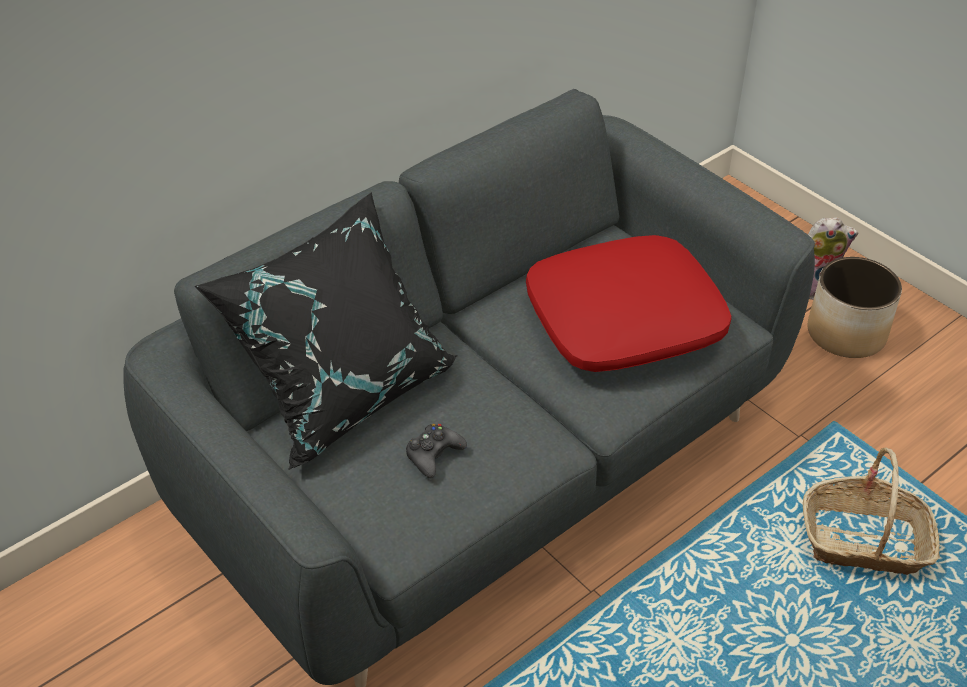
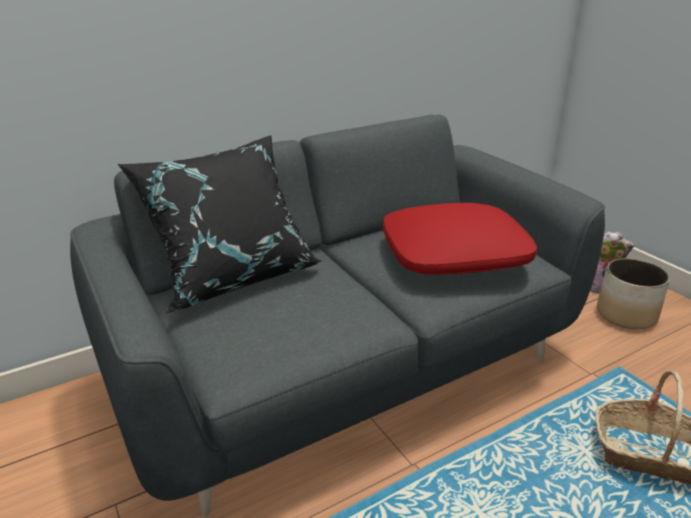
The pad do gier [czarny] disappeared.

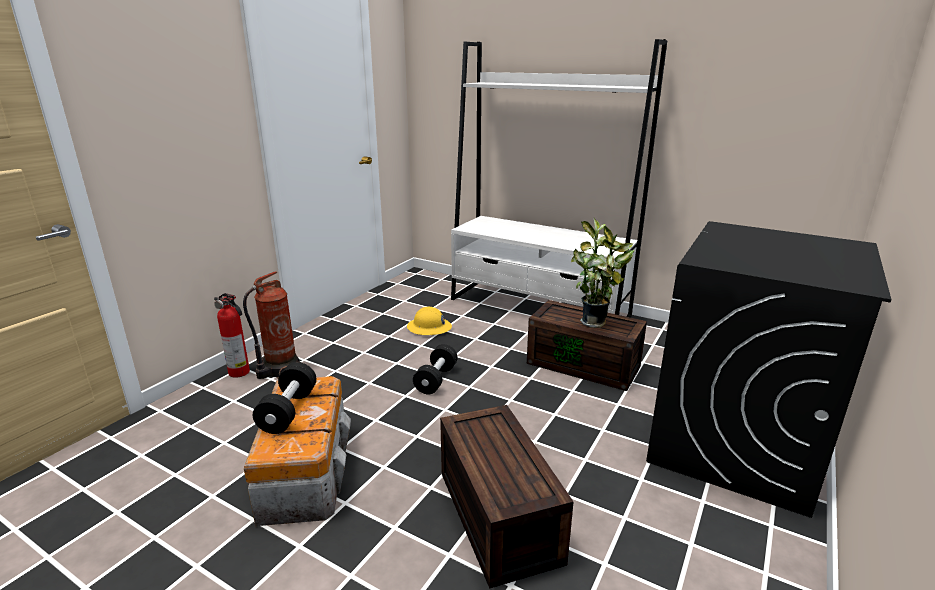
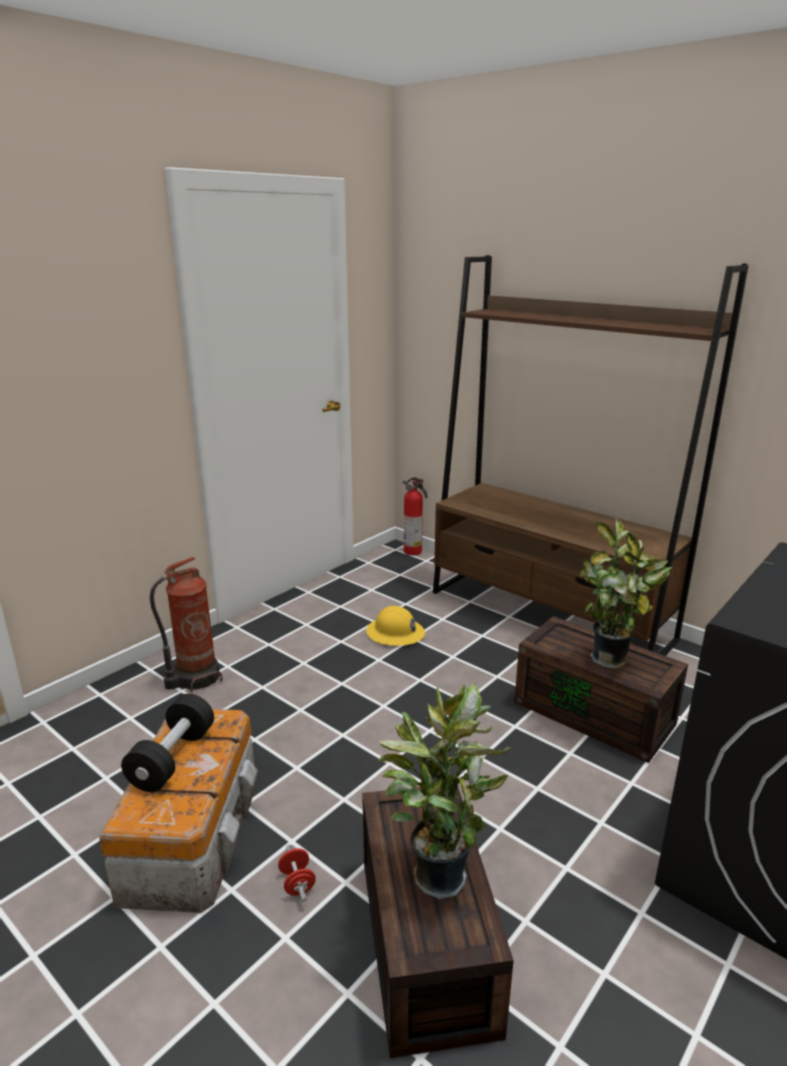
The hantel [czerwony] appeared.
The roślina doniczkowa (1st from left) appeared.
The gaśnica (1st from left in the first image) moved.
The regał [biały] became the regał [brązowy].
The hantel [czarny] (2nd from left) disappeared.

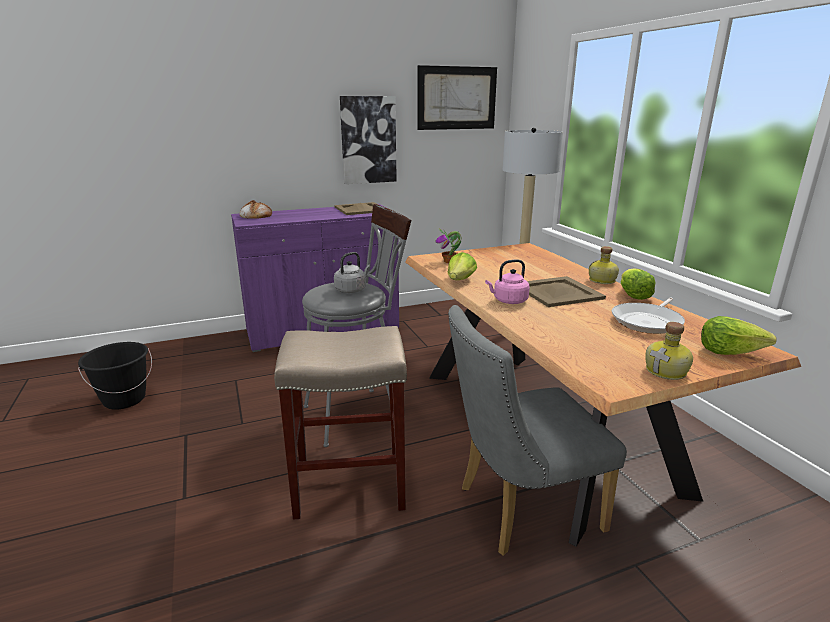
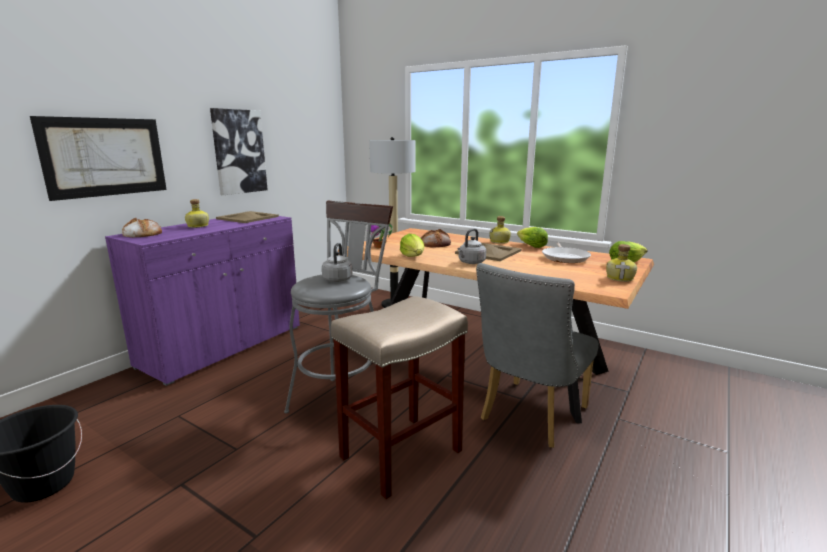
The obraz (2nd from left in the first image) moved.
The butelka (1st from left) appeared.
The chleb (2nd from left) appeared.
The czajnik [różowy] became the czajnik [szary] (2nd from left).

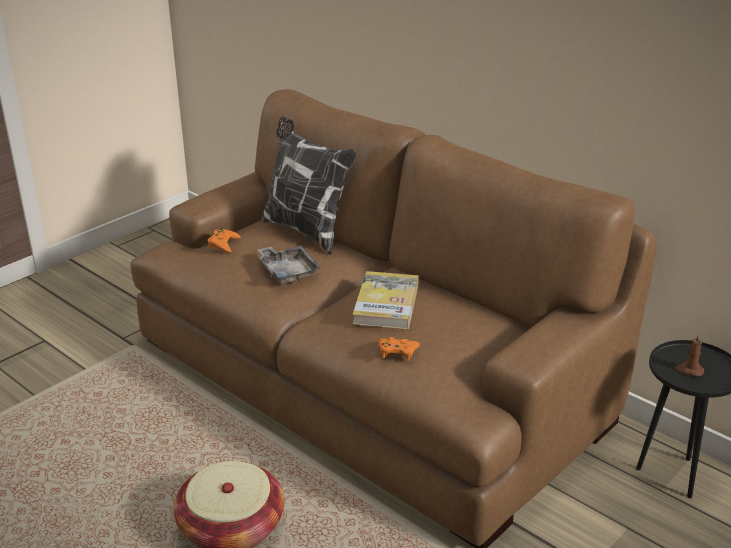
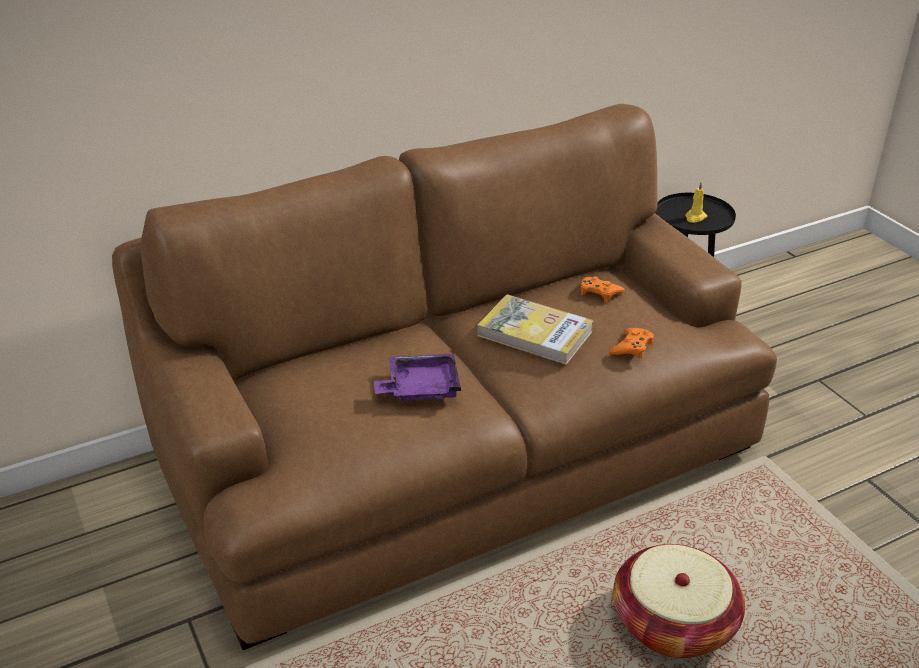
The taca [szary] became the taca [fioletowy].
The pad do gier [pomarańczowy] (1st from left) moved.
The świeca [brązowy] became the świeca [żółty].
The poduszka disappeared.

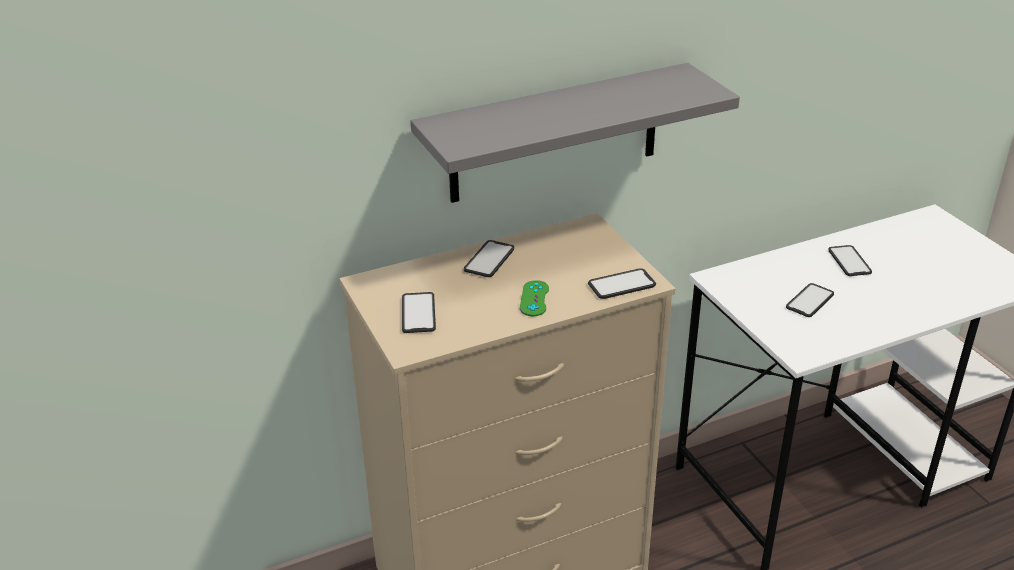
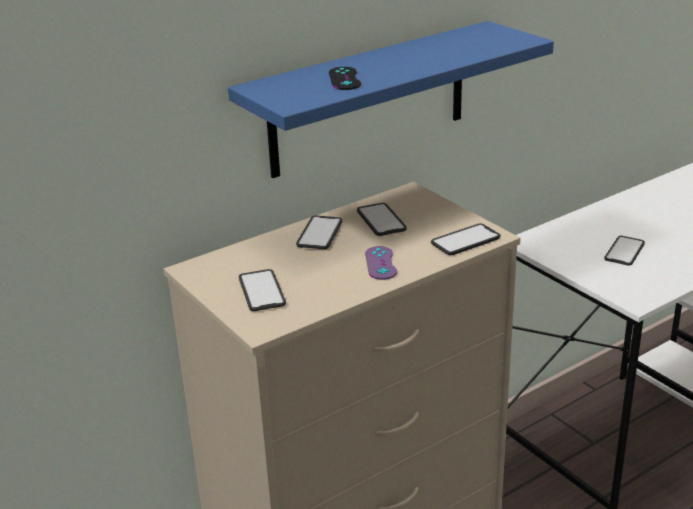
The półka [szary] became the półka [niebieski].
The pad do gier [czarny] appeared.
The telefon (5th from left in the first image) moved.
The pad do gier [zielony] became the pad do gier [fioletowy].

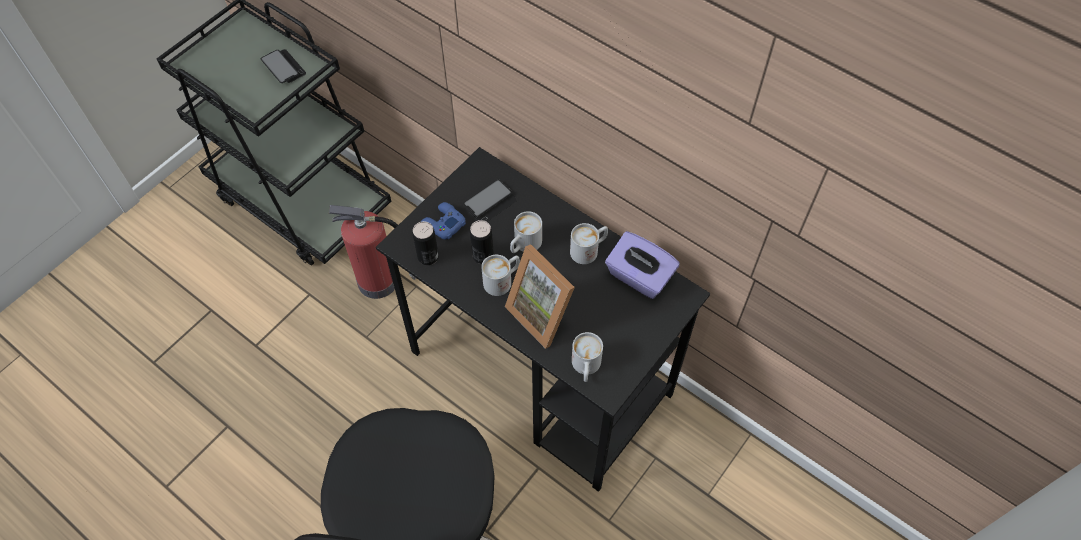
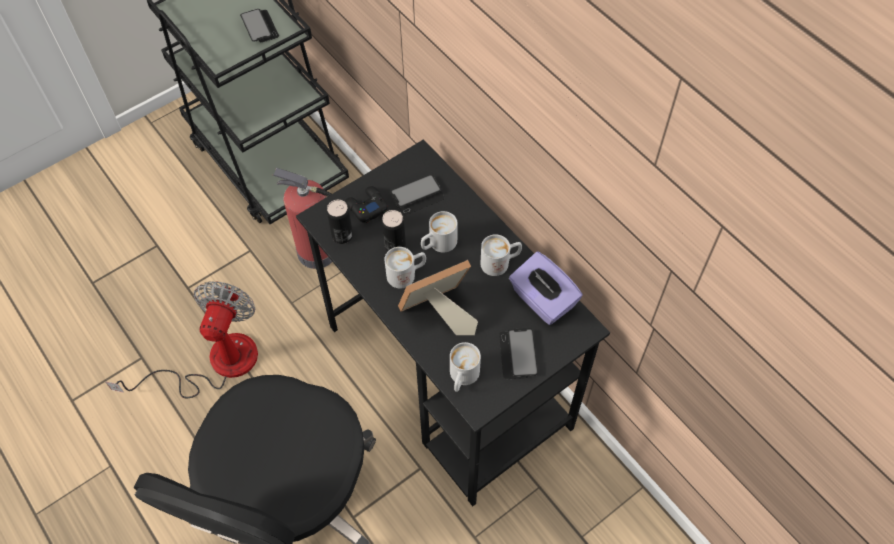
The wentylator appeared.
The pad do gier [niebieski] became the pad do gier [czarny].
The ramka na zdjęcie turned 90 degrees clockwise.
The telefon (3rd from left) appeared.

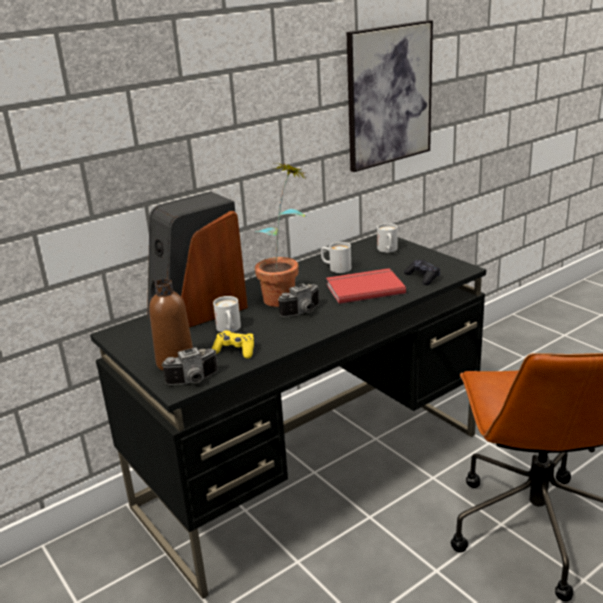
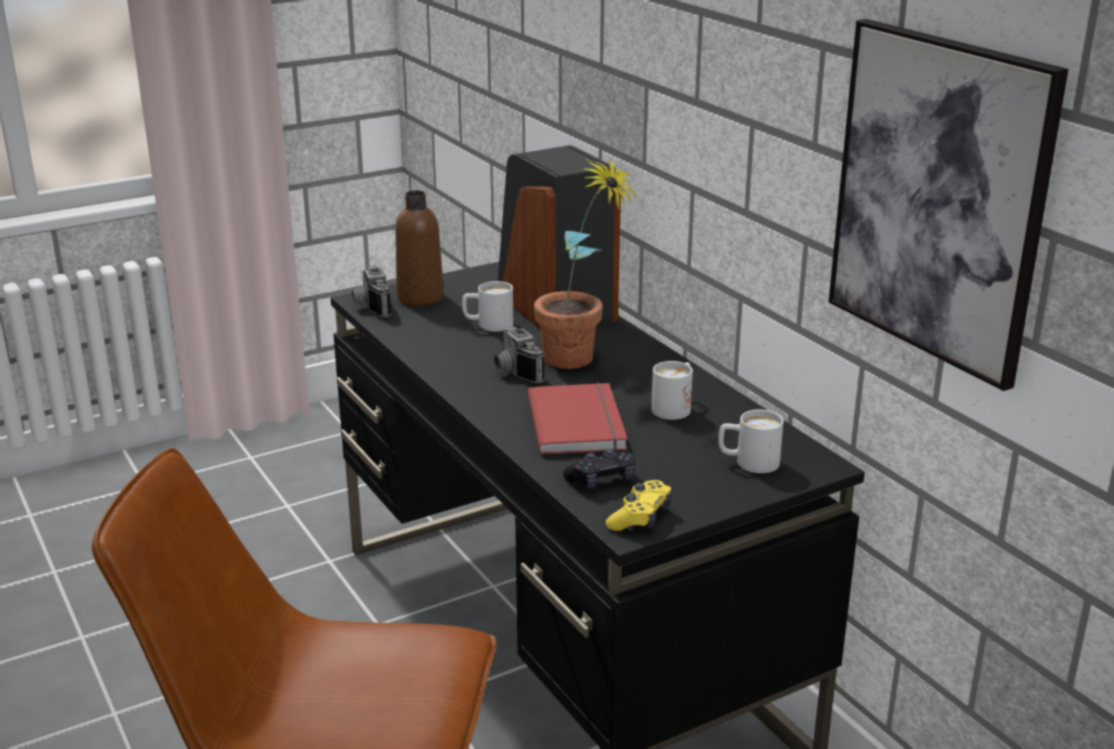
The pad do gier [żółty] moved.

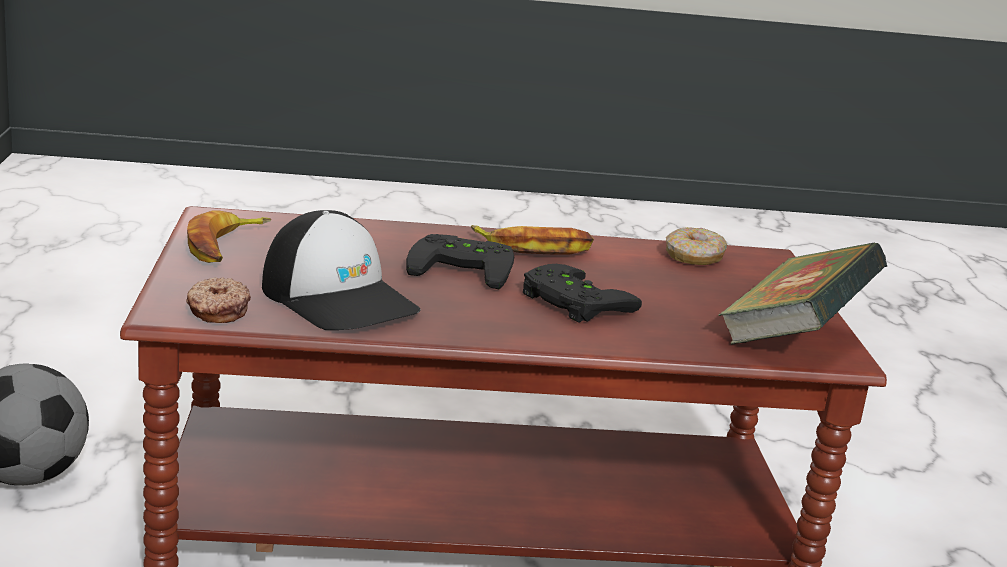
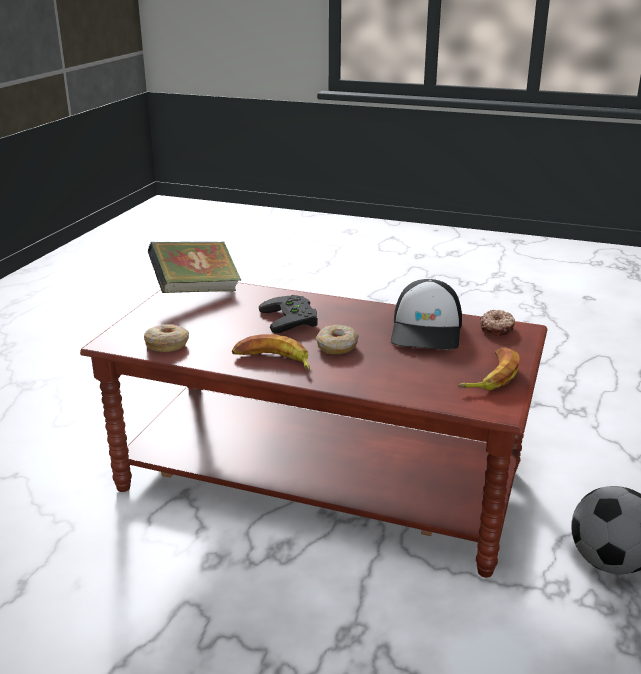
The pad do gier [czarny] (1st from left) was replaced by the donut (2nd from left).
The czapka z daszkiem turned 150 degrees counterclockwise.

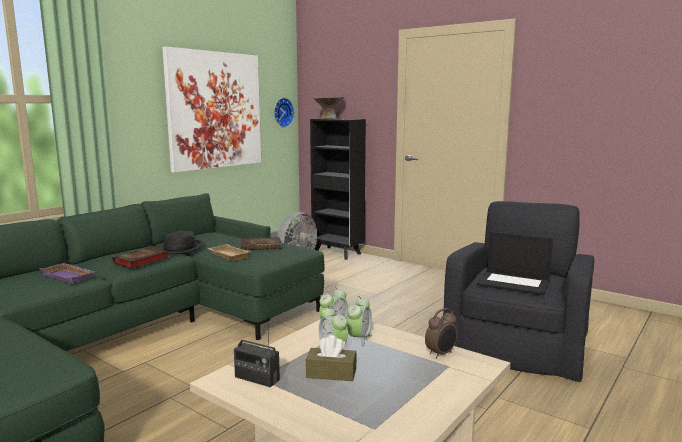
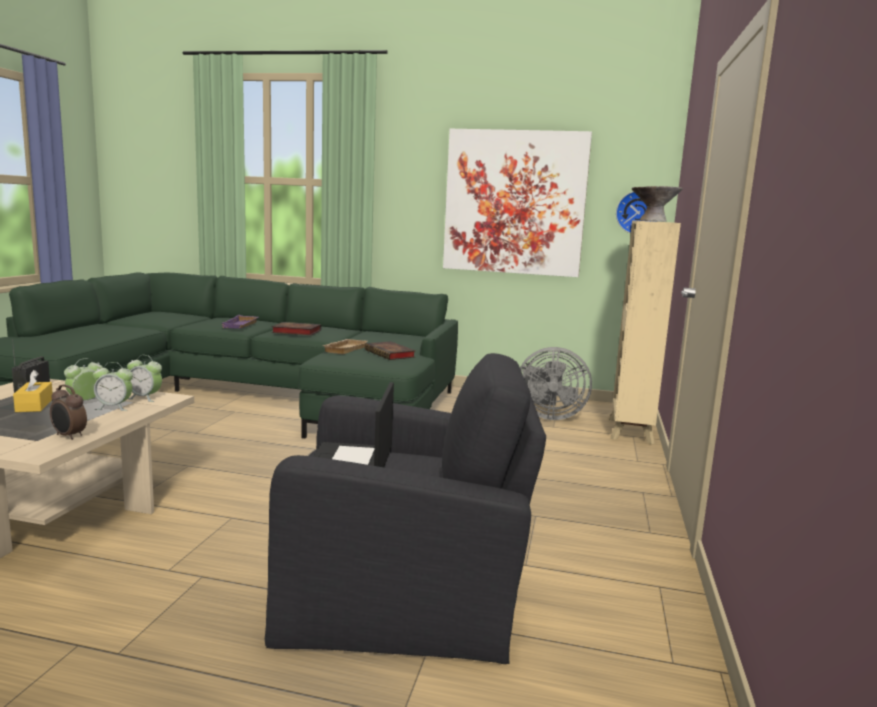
The pudełko chusteczek [brązowy] became the pudełko chusteczek [żółty].
The regał [czarny] became the regał [beżowy].
The kapelusz [czarny] disappeared.

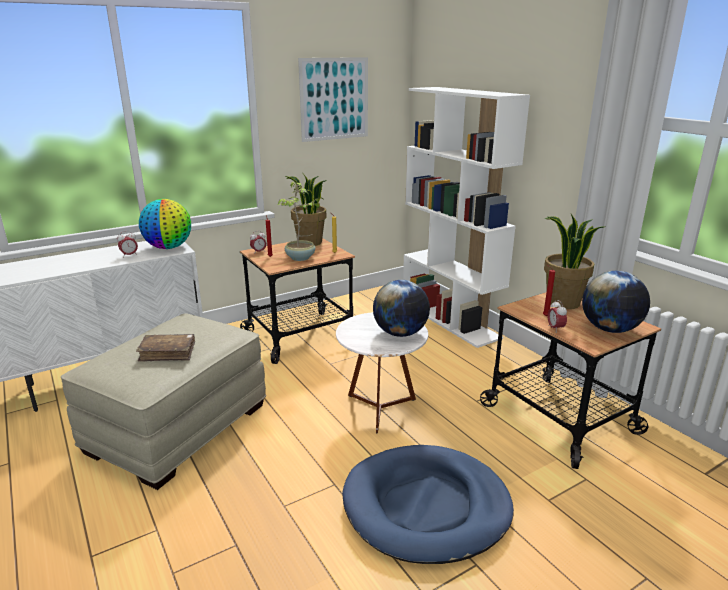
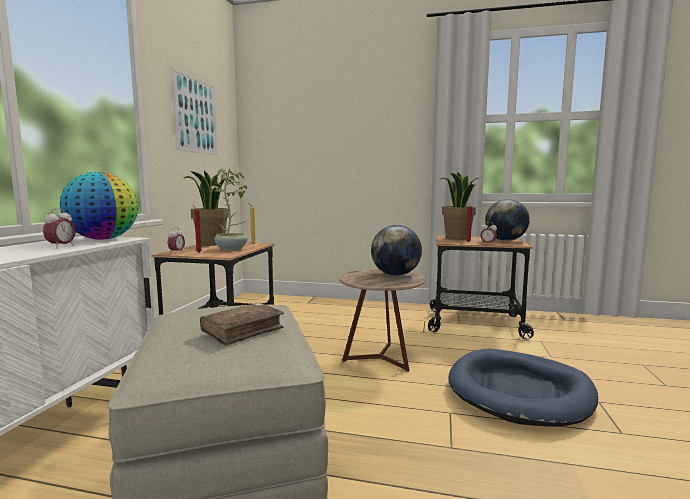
The stolik [biały] became the stolik [brązowy].
The regał [biały] disappeared.

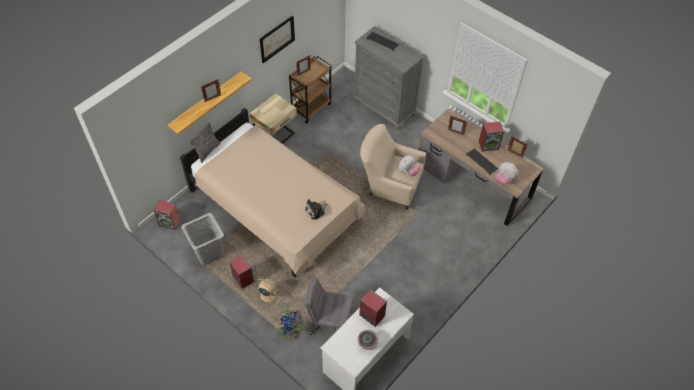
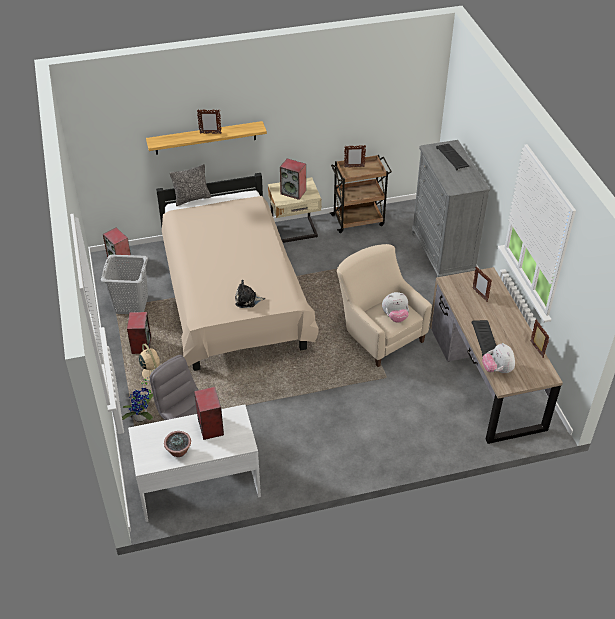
The głośnik (4th from left) moved.
The obraz disappeared.

